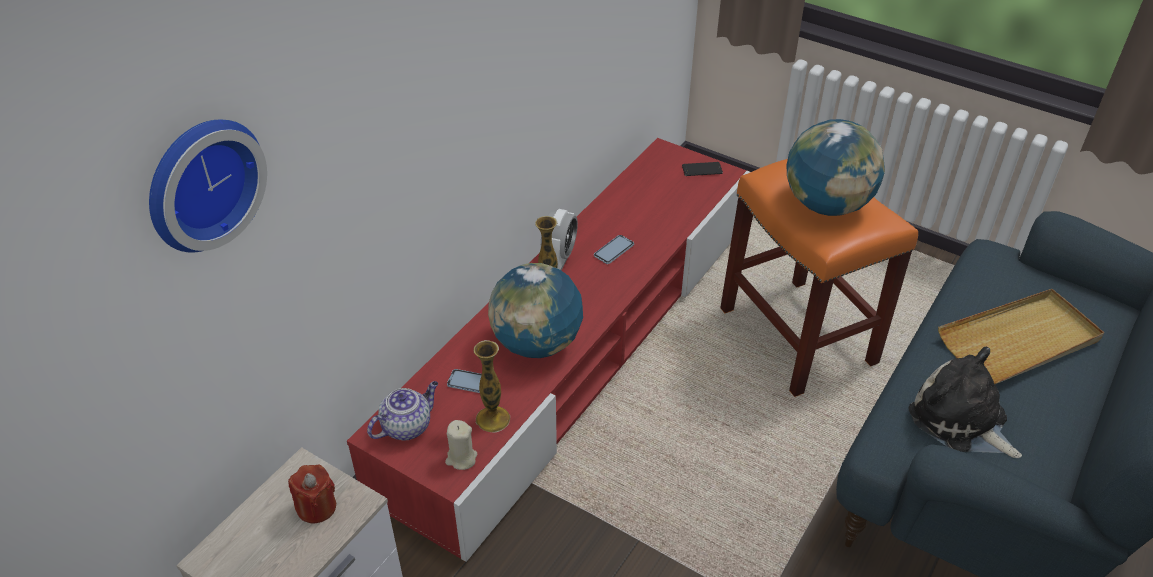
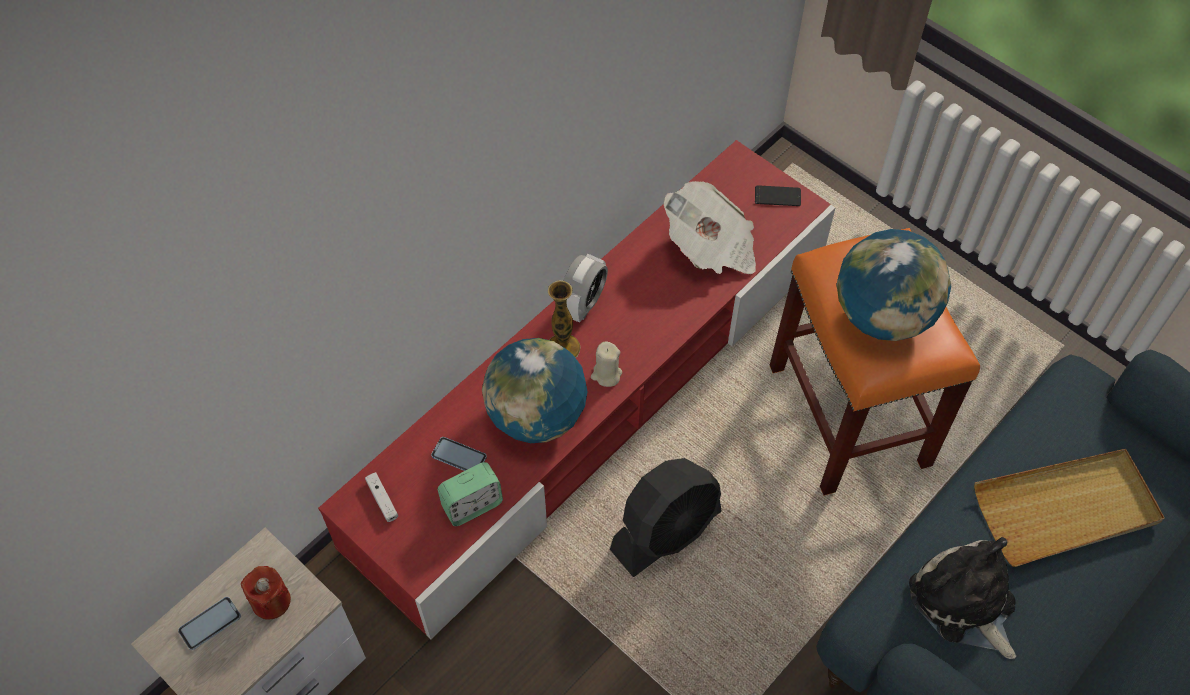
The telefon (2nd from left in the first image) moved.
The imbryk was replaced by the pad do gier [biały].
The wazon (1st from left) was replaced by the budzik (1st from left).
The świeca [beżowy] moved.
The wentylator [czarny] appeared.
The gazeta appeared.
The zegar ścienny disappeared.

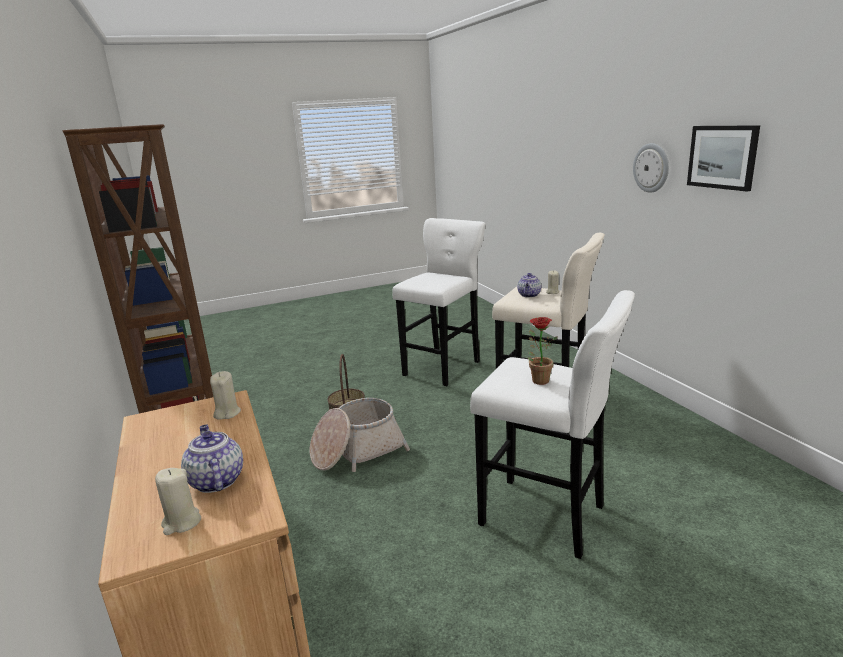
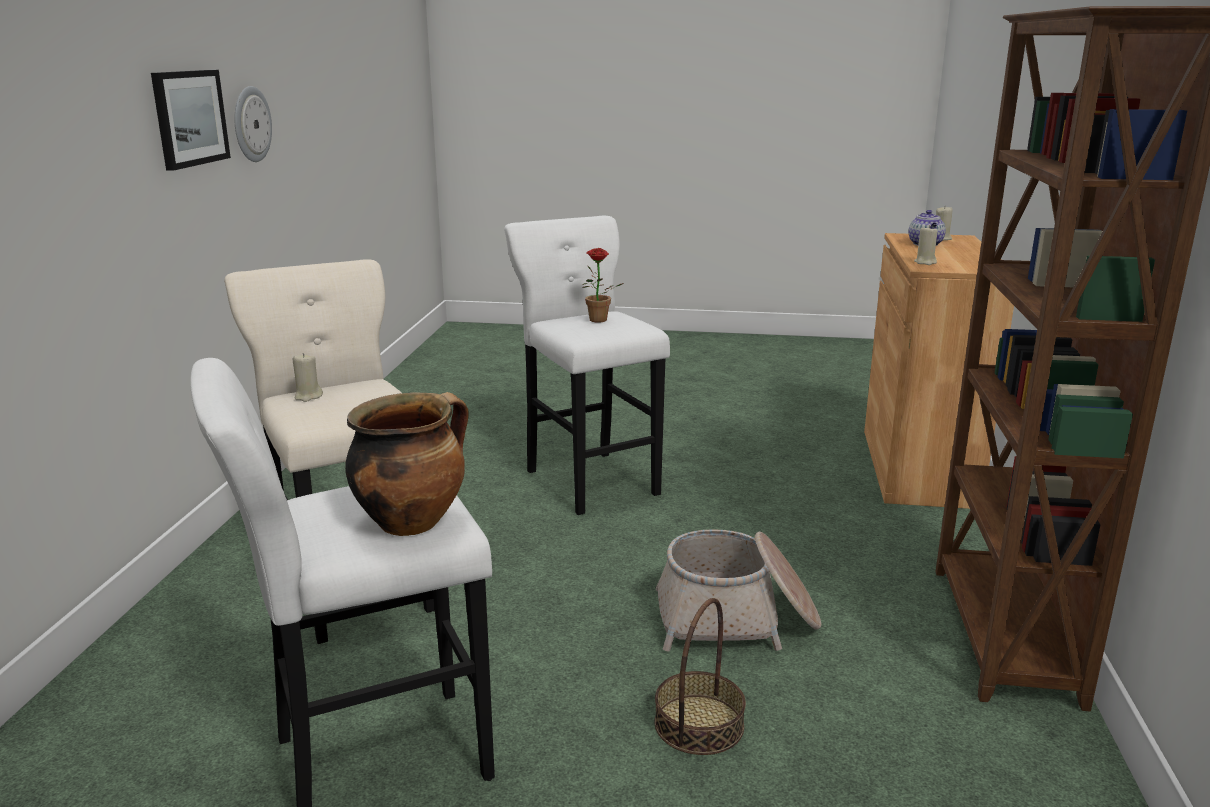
The zegar ścienny moved.
The garnek appeared.
The imbryk (2nd from left) disappeared.

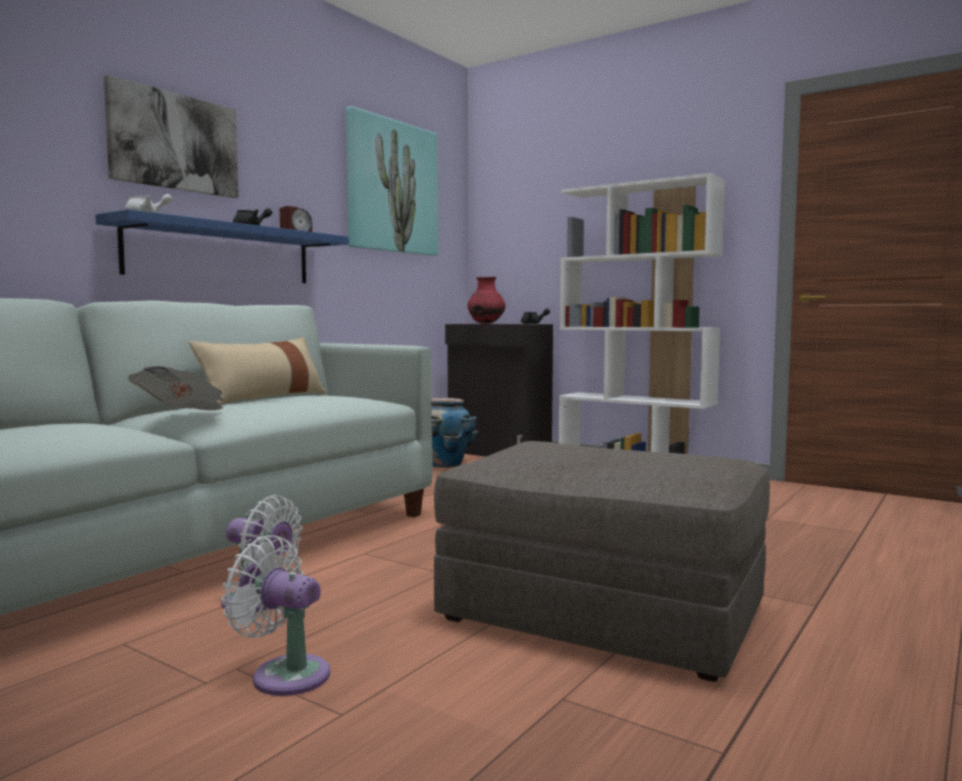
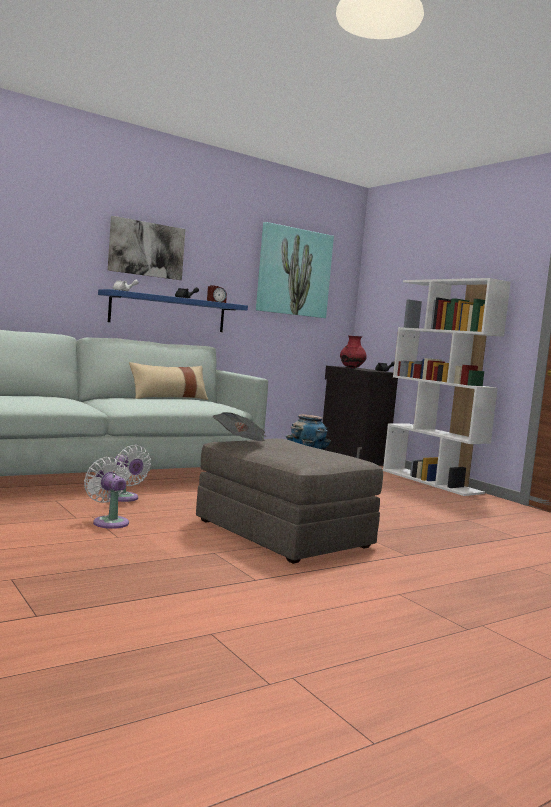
The gazeta moved.

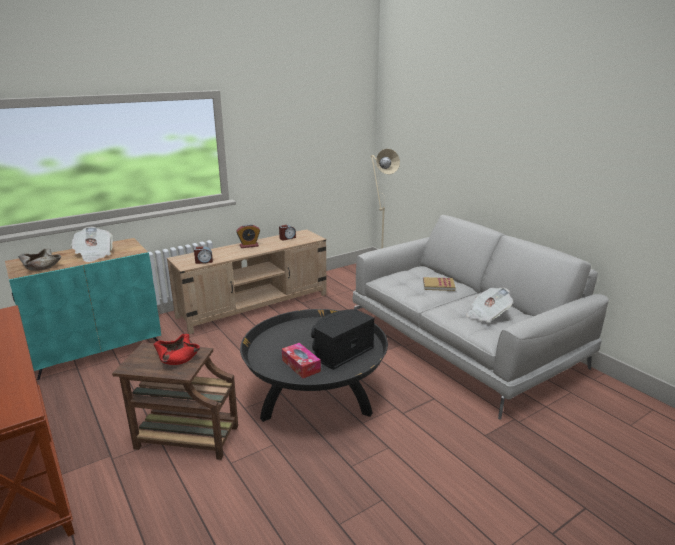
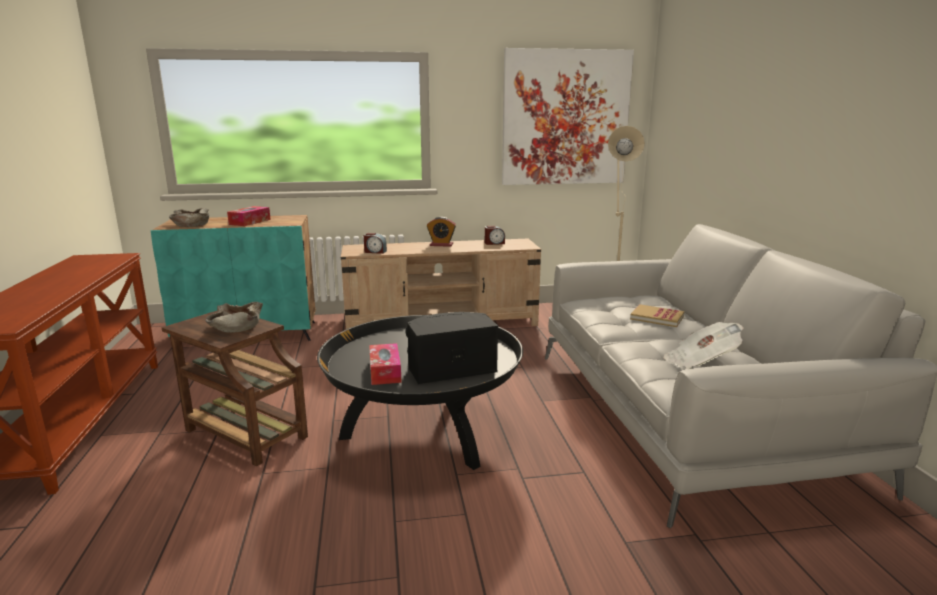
The miska [czerwony] became the miska [beżowy] (2nd from left).
The gazeta (1st from left) was replaced by the pudełko chusteczek (1st from left).
The obraz appeared.

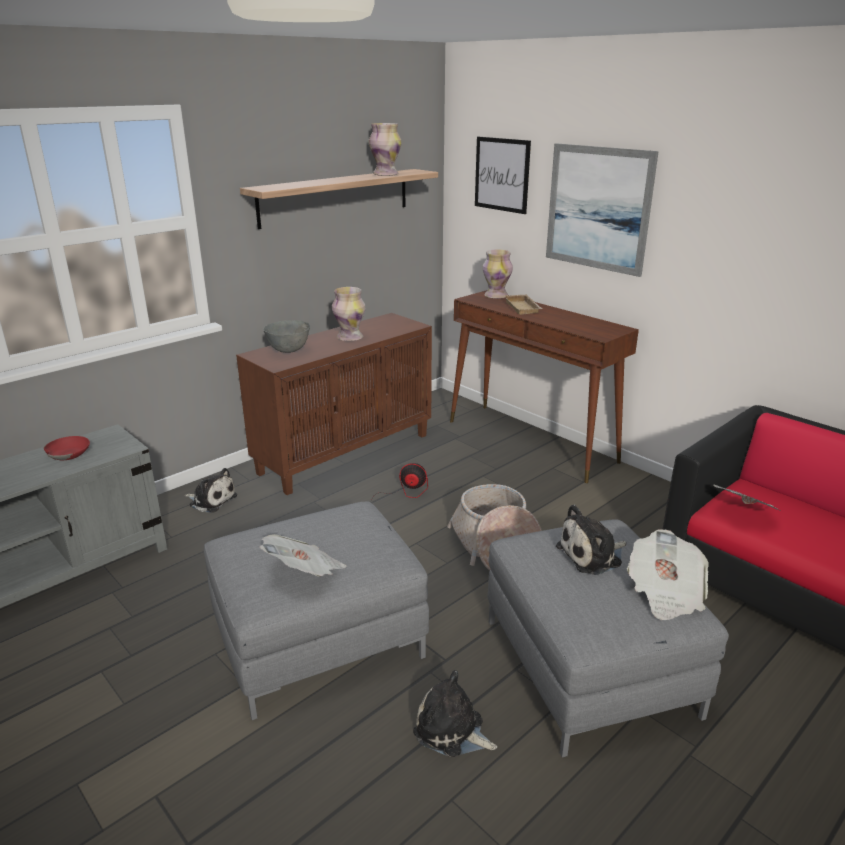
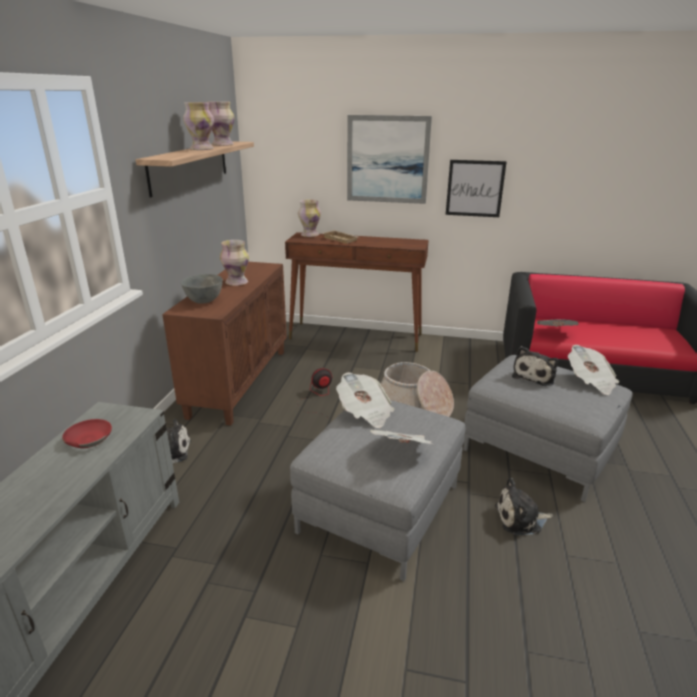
The wazon (1st from left) appeared.
The gazeta (1st from left) appeared.
The obraz (1st from left in the first image) moved.

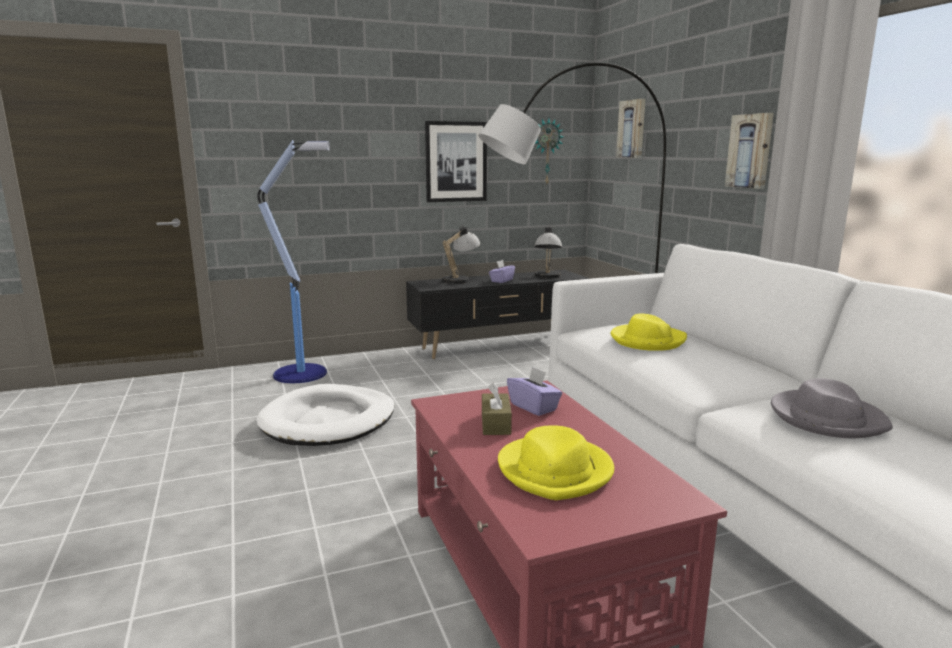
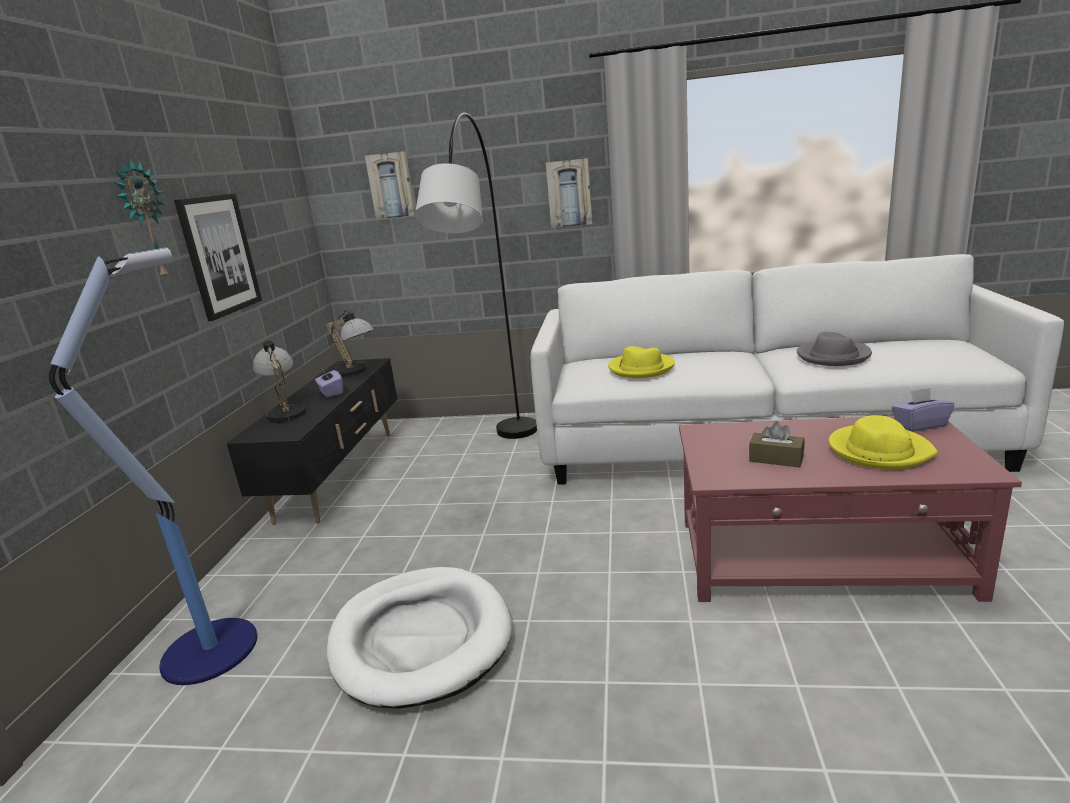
The zegar ścienny moved.
The pudełko chusteczek [fioletowy] (2nd from left) moved.

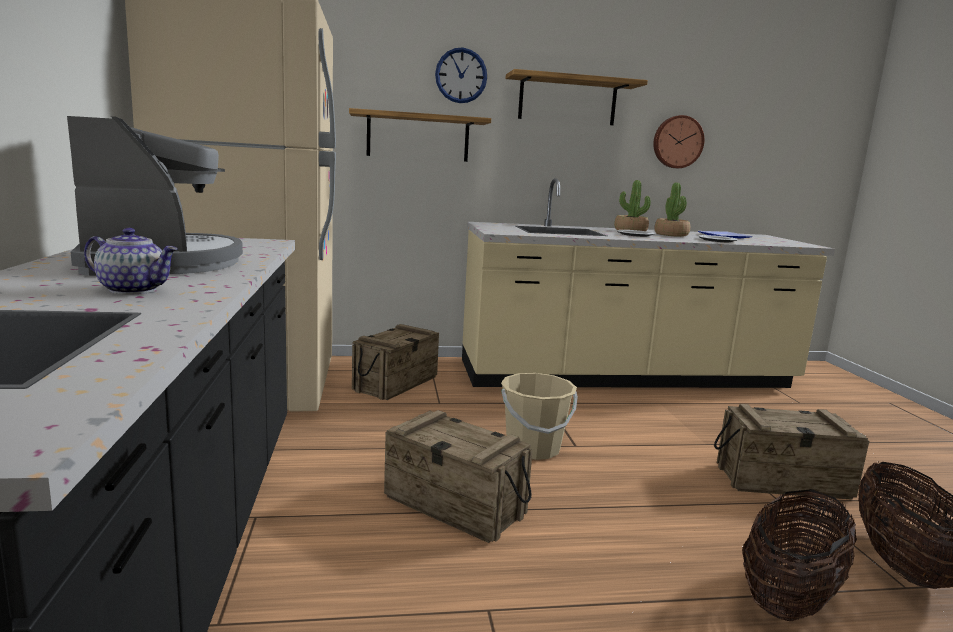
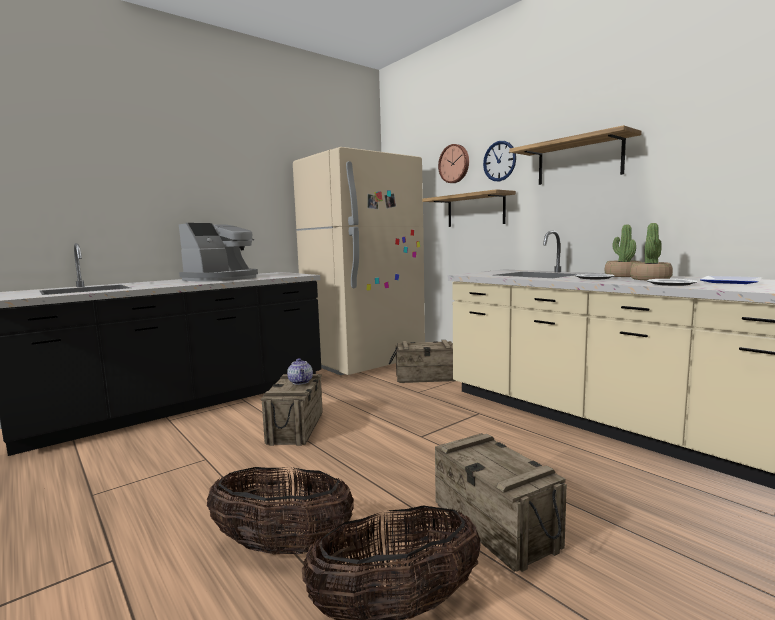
The imbryk moved.
The zegar ścienny (2nd from left in the first image) moved.
The wiadro [beżowy] disappeared.

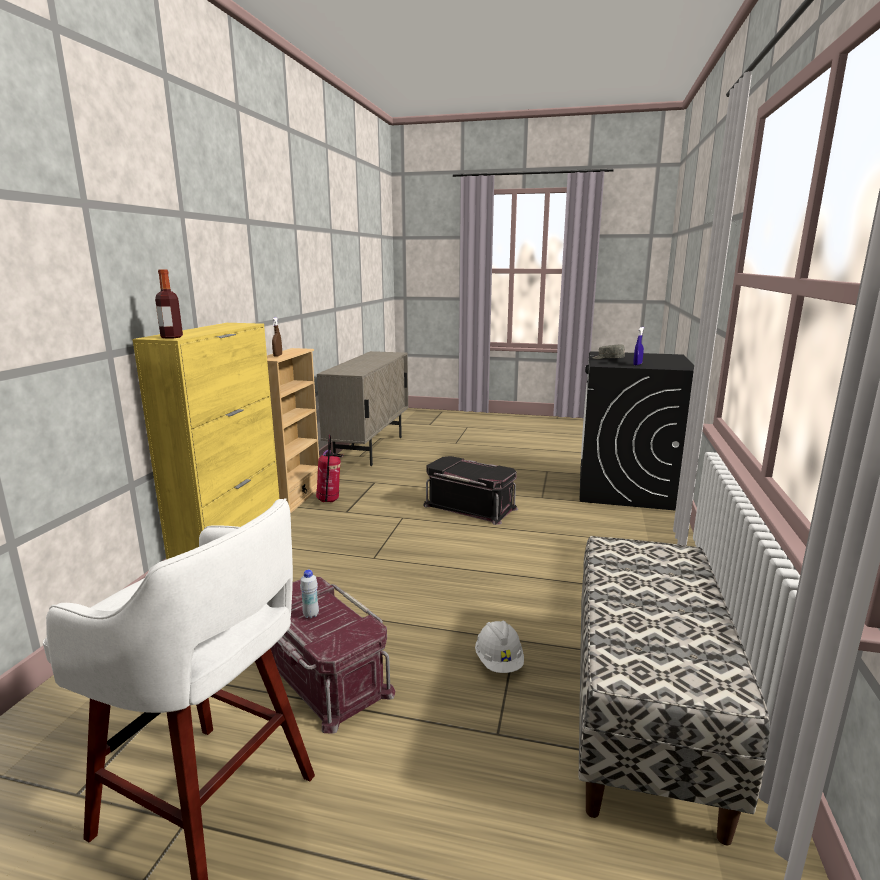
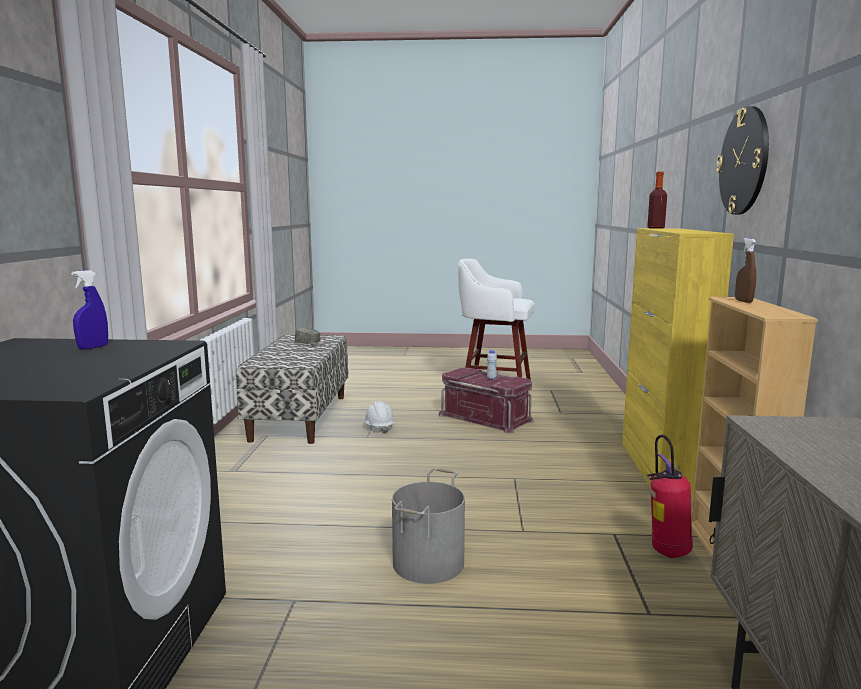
The czapka z daszkiem [szary] moved.
The pojemnik do przechowywania [czarny] was replaced by the wiadro [szary].
The zegar ścienny appeared.

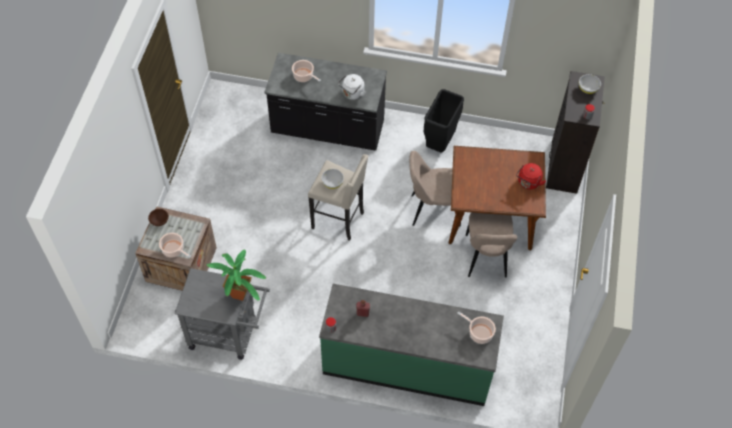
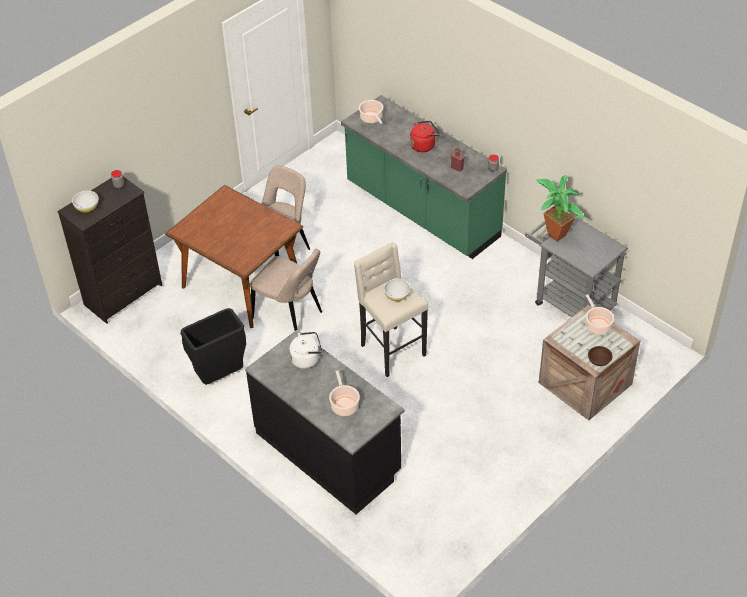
The czajnik [czerwony] moved.

